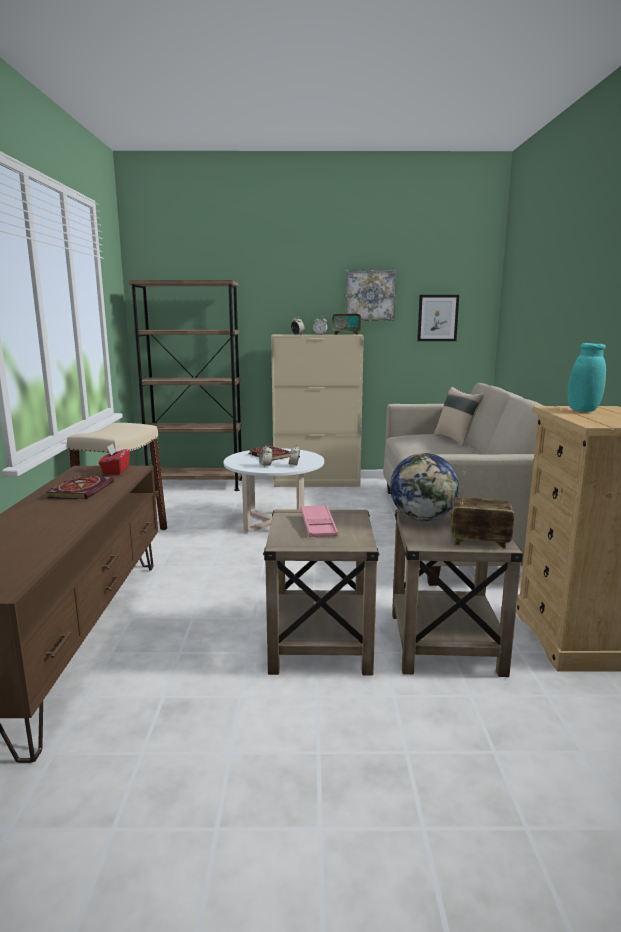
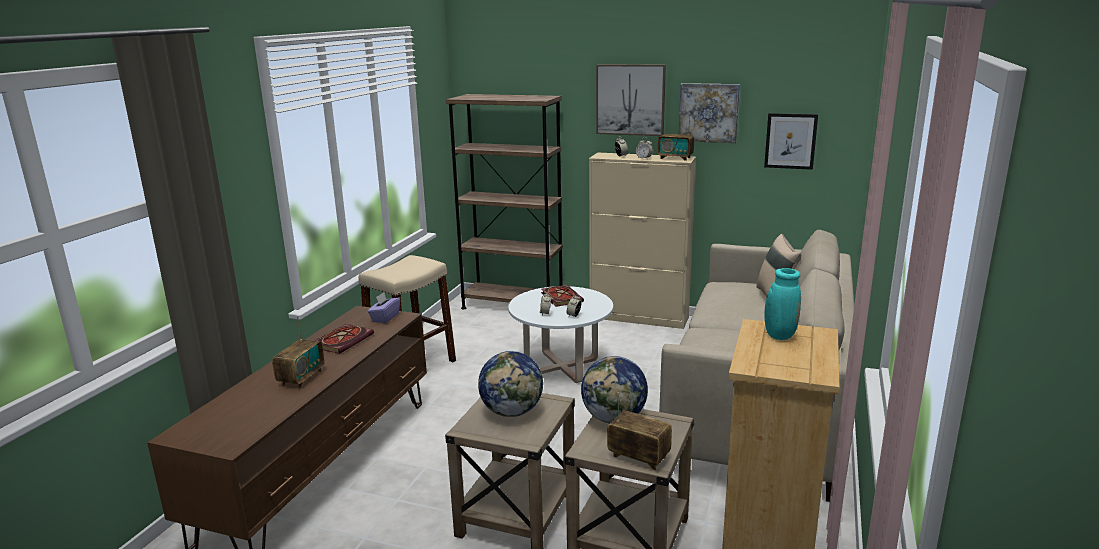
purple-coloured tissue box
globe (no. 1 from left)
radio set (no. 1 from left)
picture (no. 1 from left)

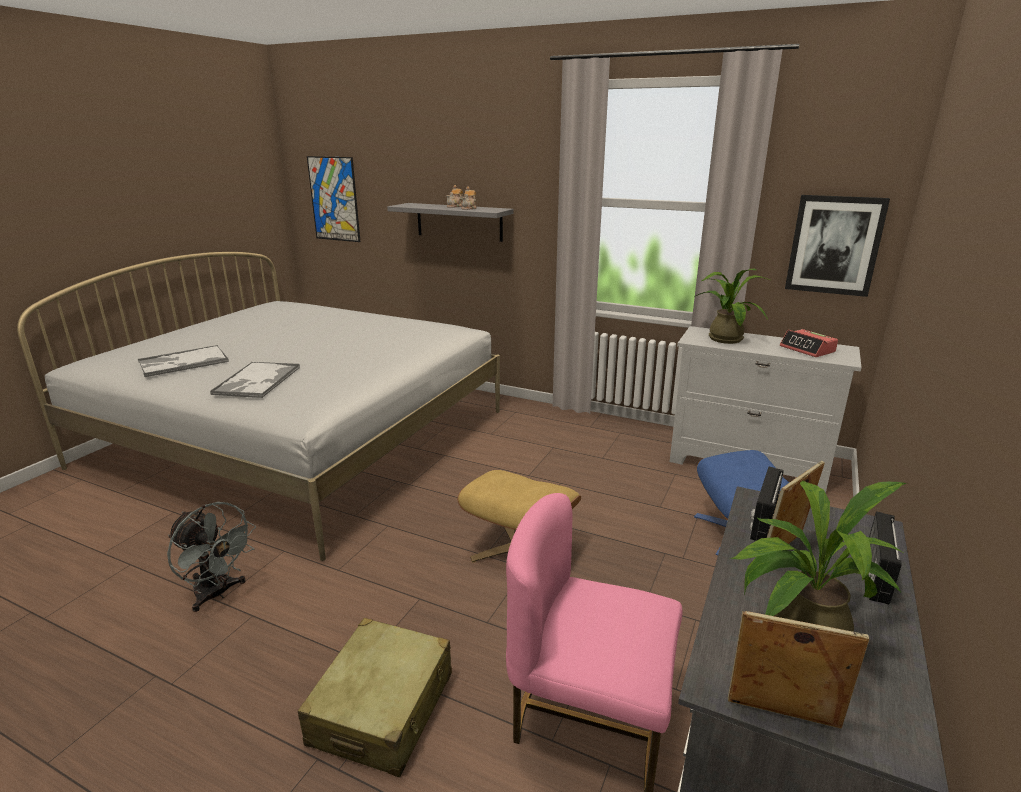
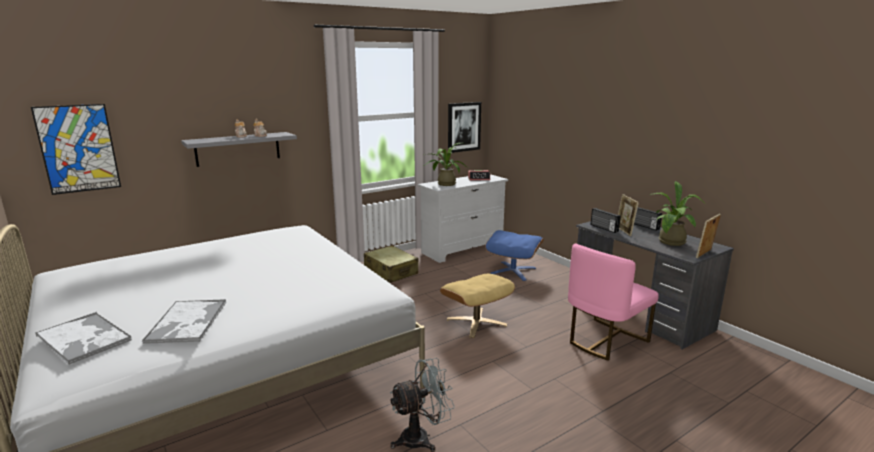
carrying tray (no. 1 from left)
beige-coloured piece of luggage

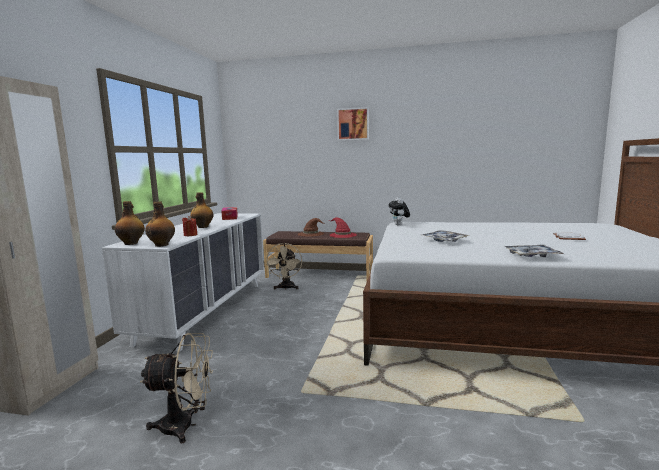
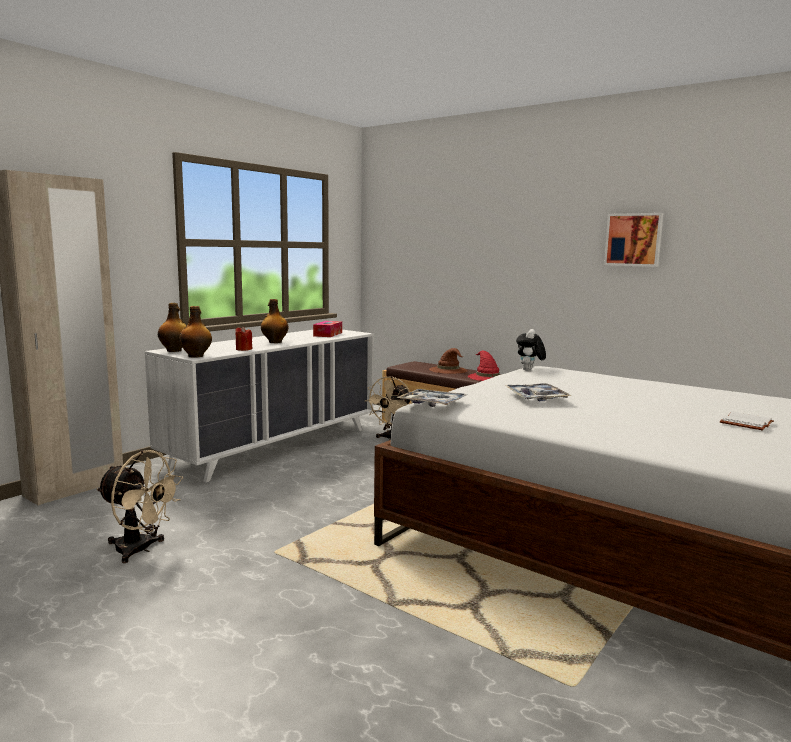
picture
carrying tray (no. 1 from left)

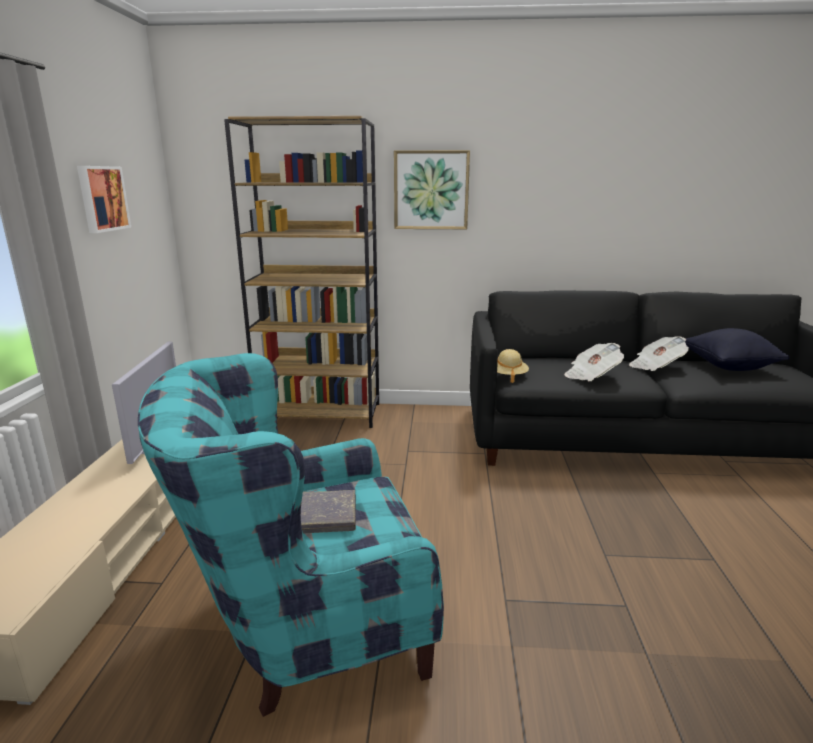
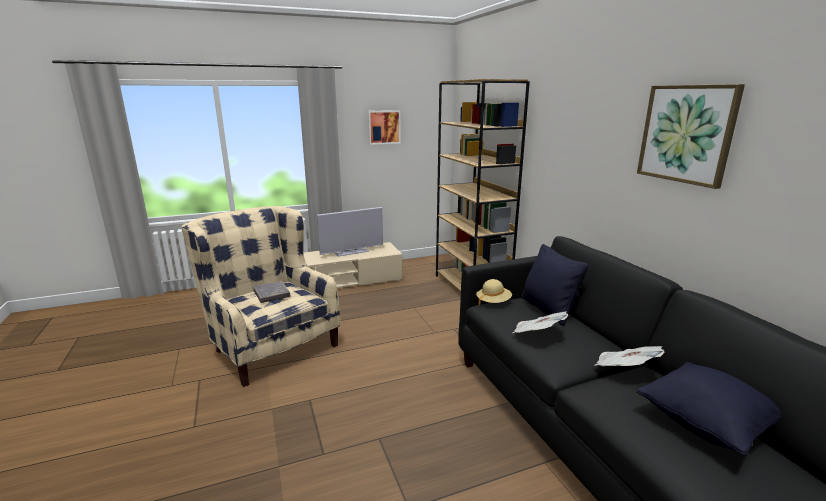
beige-coloured armchair
picture (no. 2 from left)
blackish pillow (no. 1 from left)

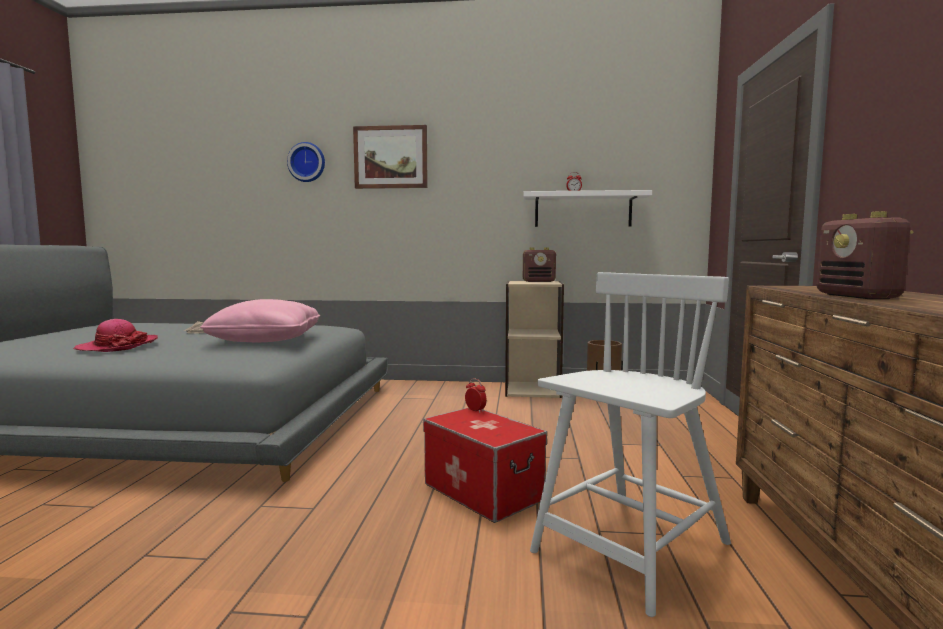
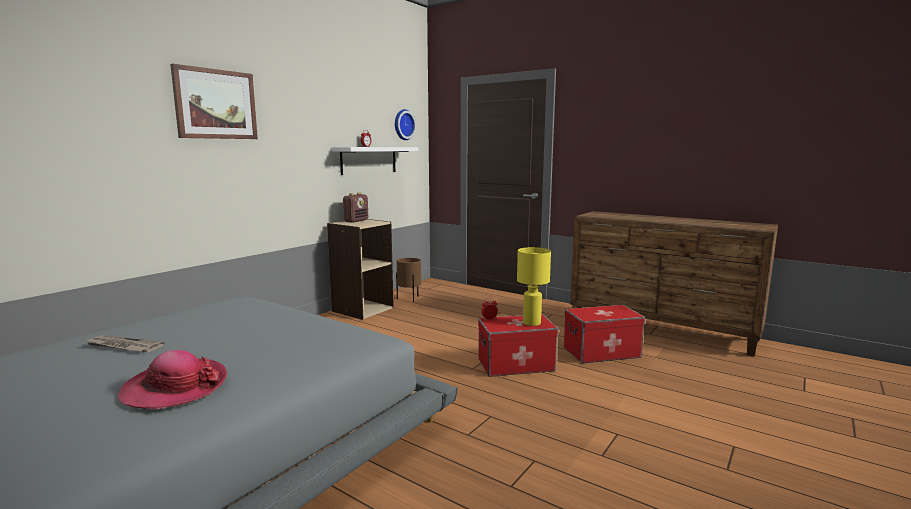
pink pillow
hanging clock
storage box (no. 2 from left)
radio set (no. 2 from left in the first image)
yellowish tabletop lamp

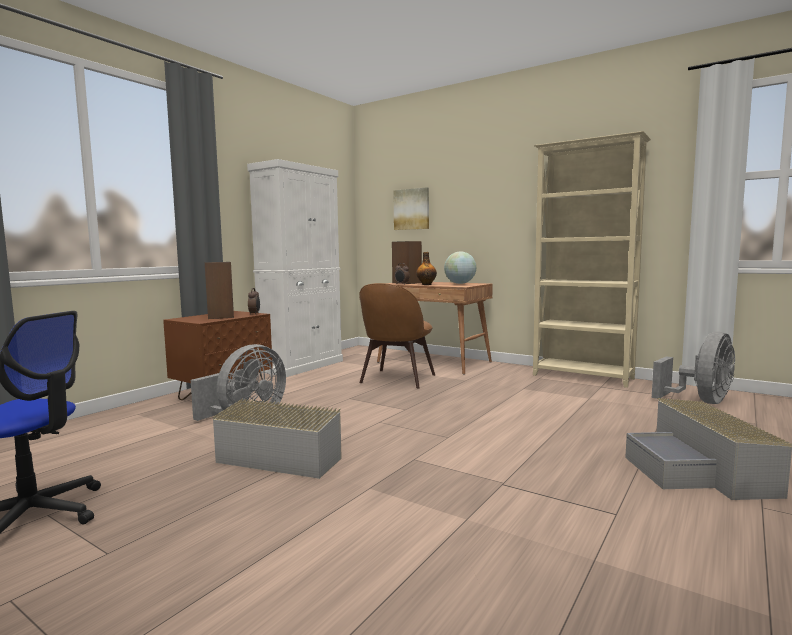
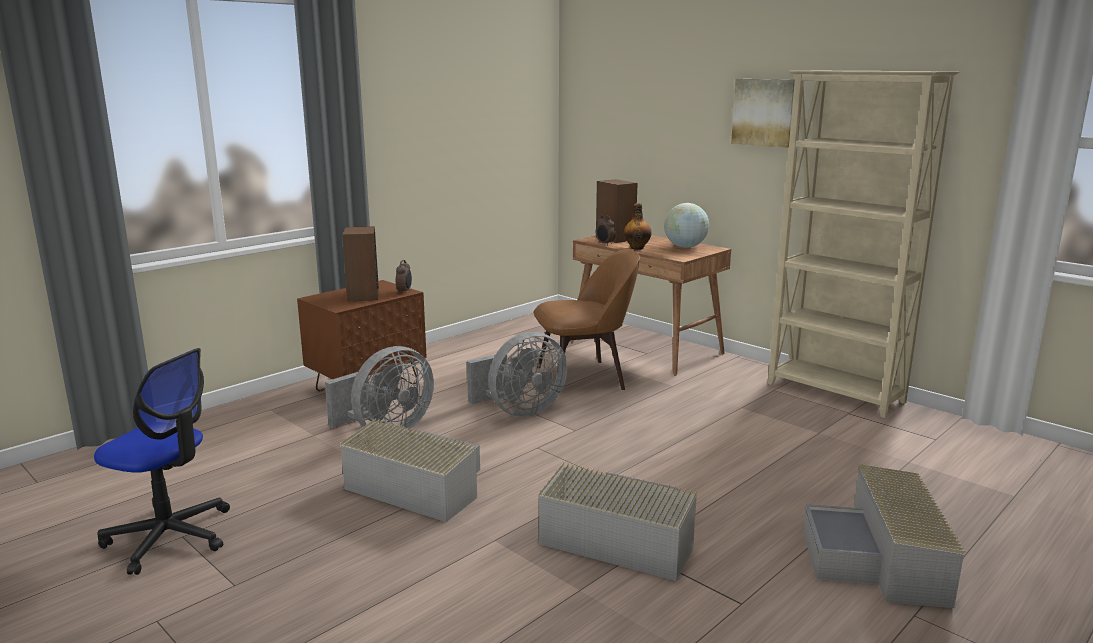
whitish cupboard
brown upright chair
picture
gray cooling fan (no. 2 from left)
gray storage box (no. 2 from left)

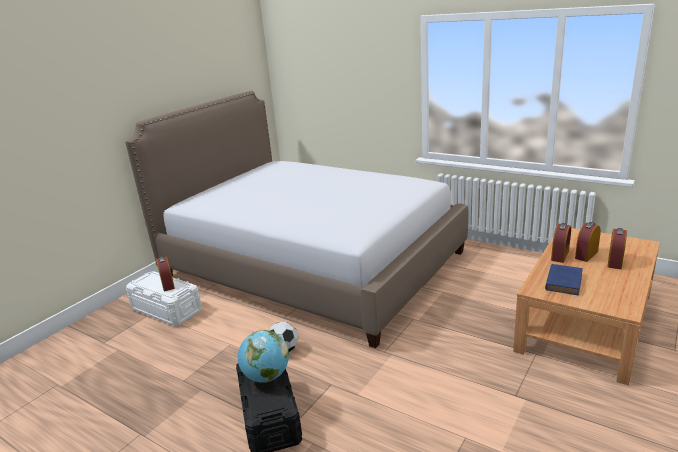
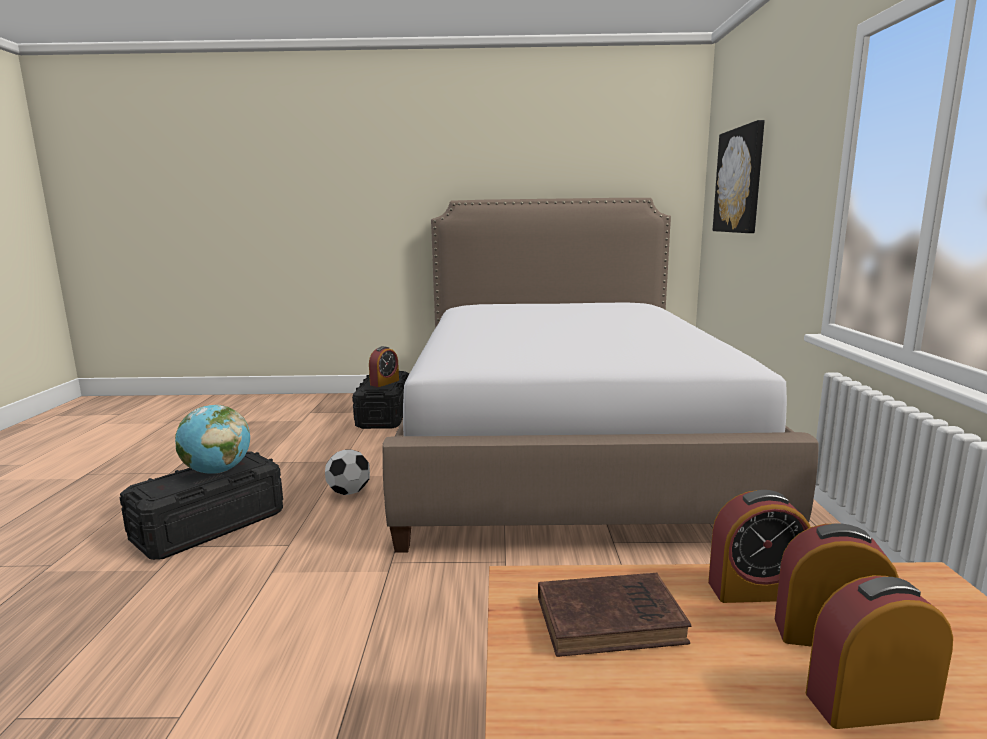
blackish storage box (no. 2 from left)
brown book
picture

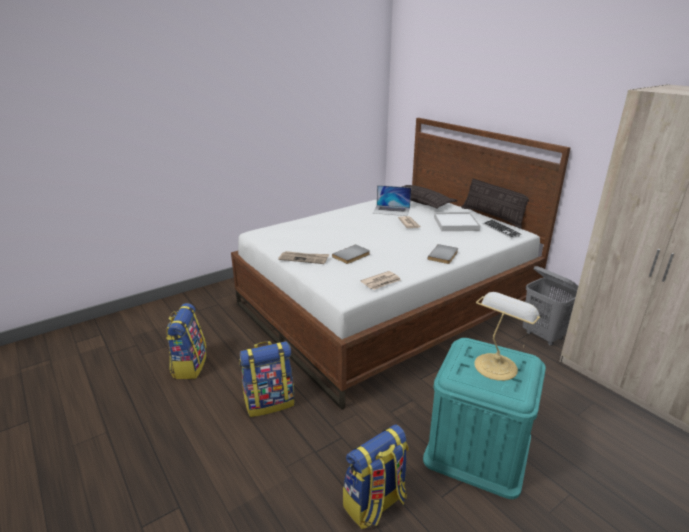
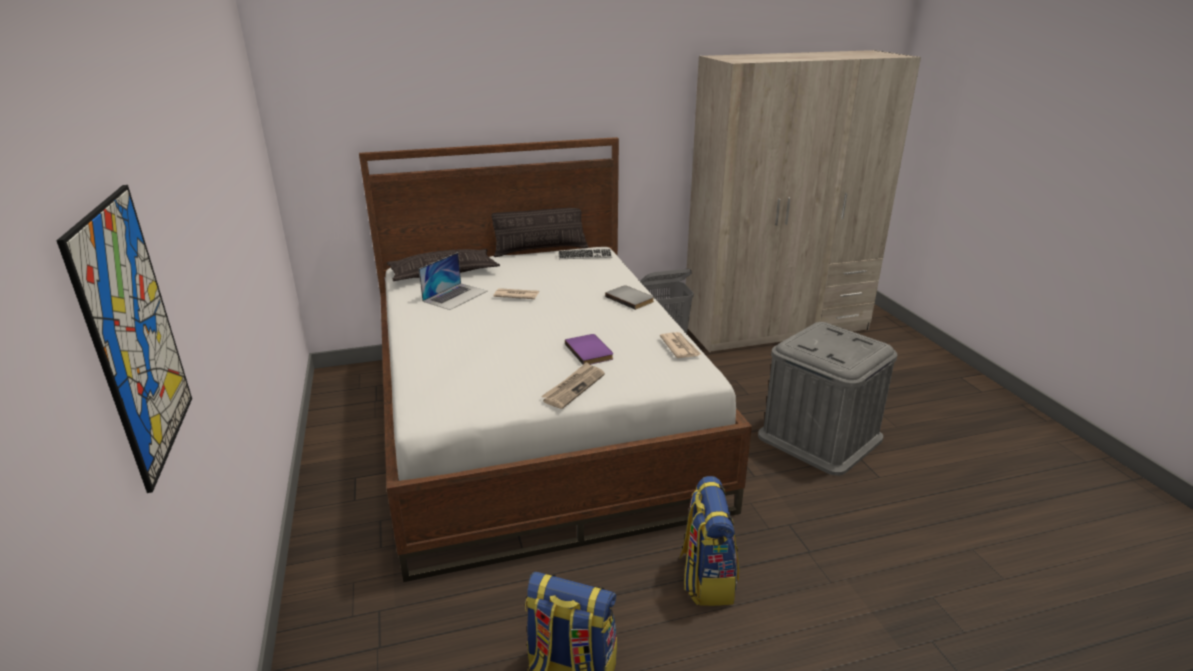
purple-coloured book
rucksack (no. 3 from left in the first image)
gray storage box
whitish carrying tray
tabletop lamp
picture

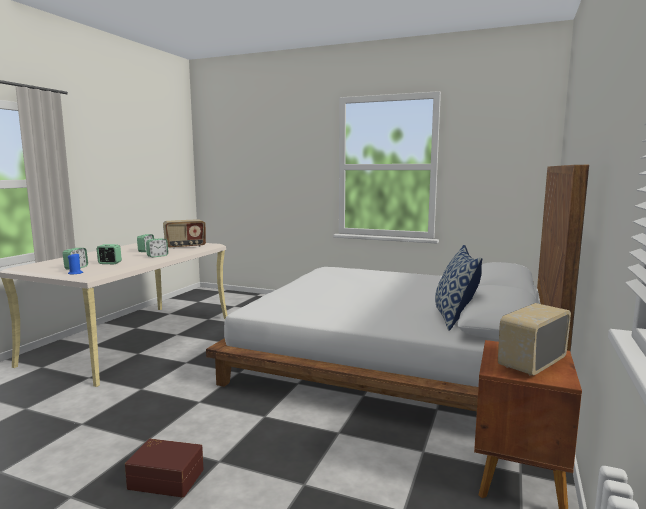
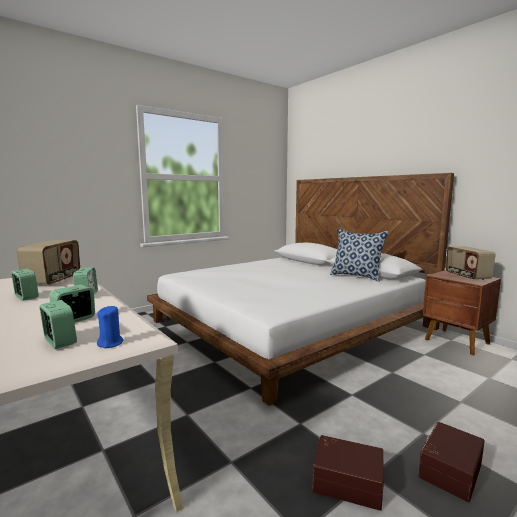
brown storage box (no. 1 from left)

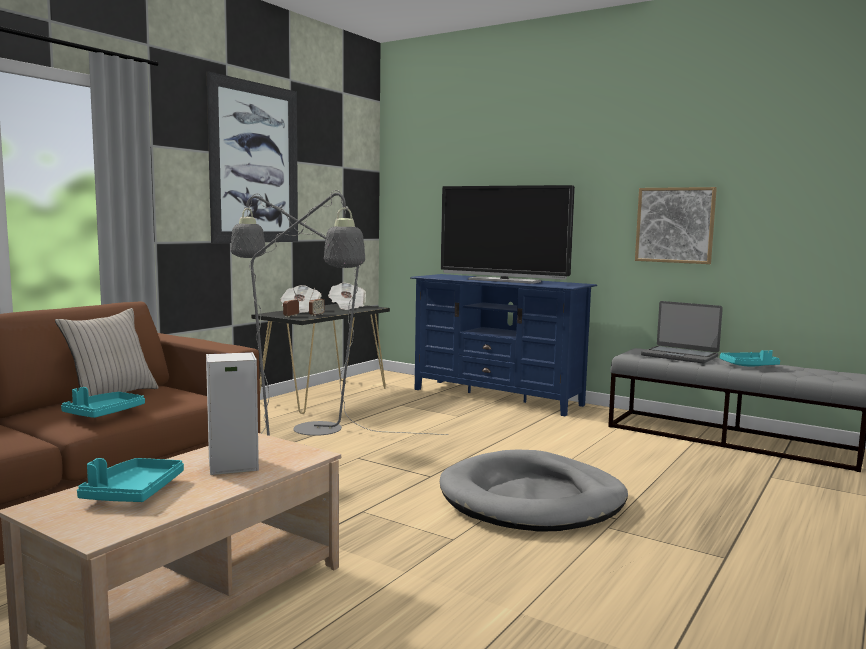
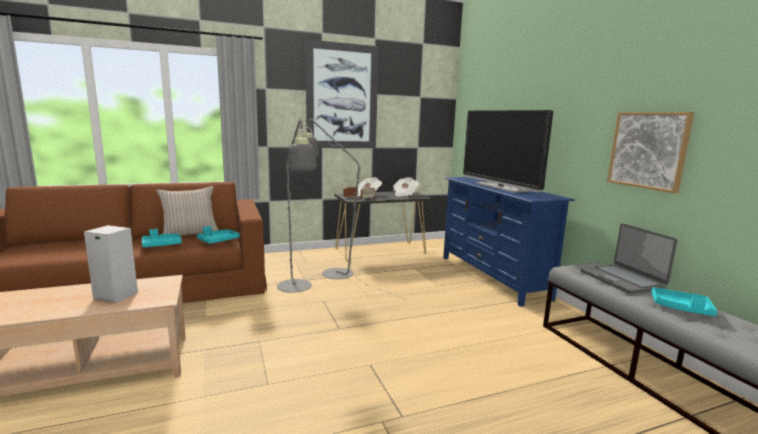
blue-green carrying tray (no. 2 from left)
gray pet bed

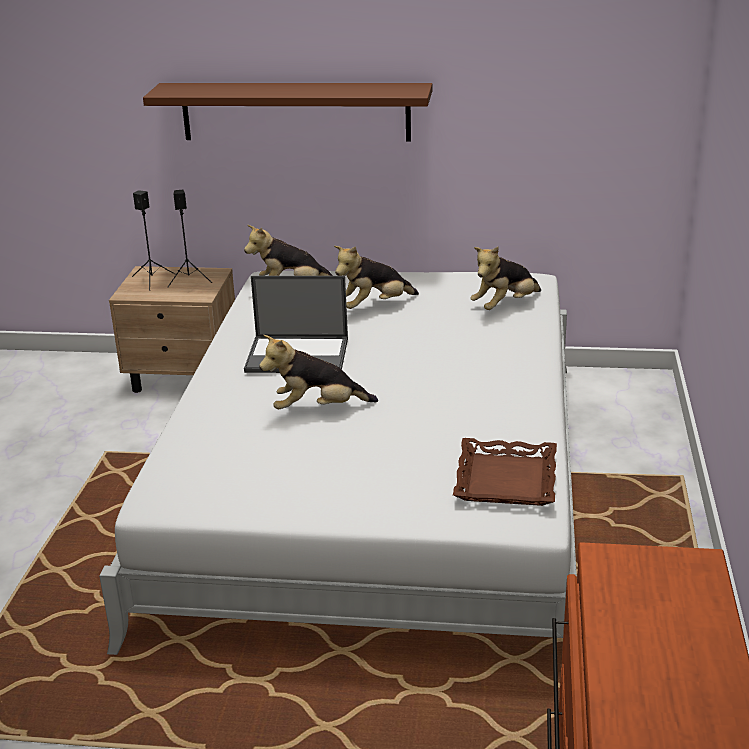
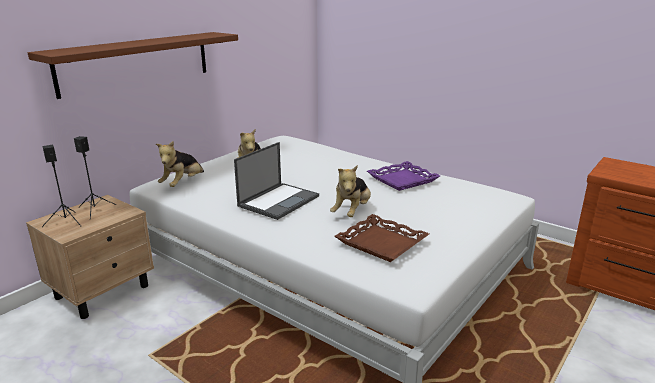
brown carrying tray
cuddly toy (no. 4 from left in the first image)
purple-coloured carrying tray

